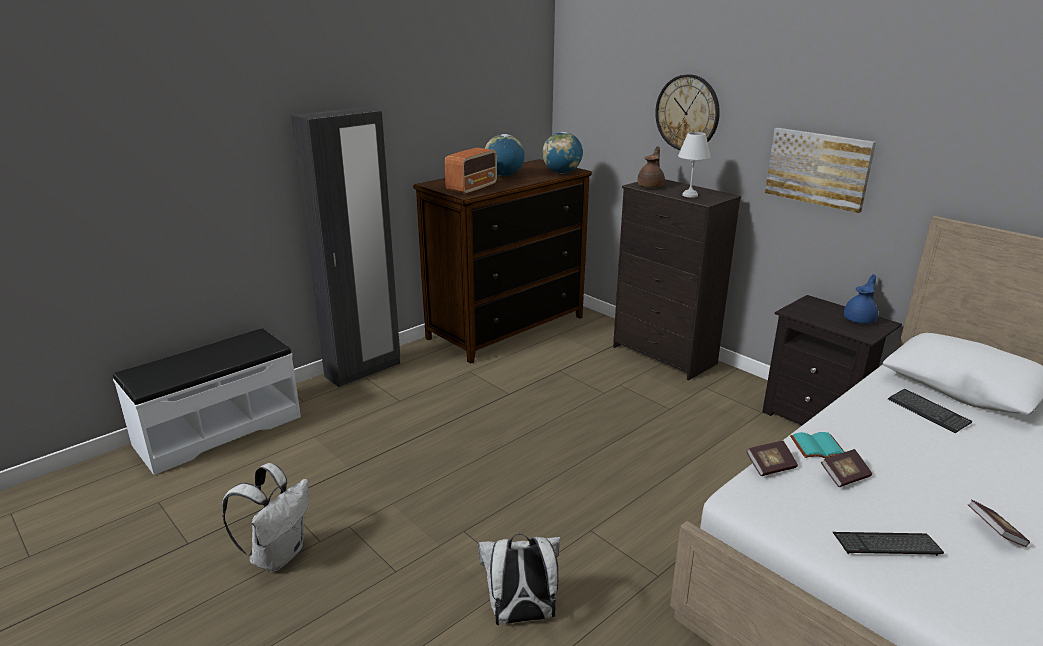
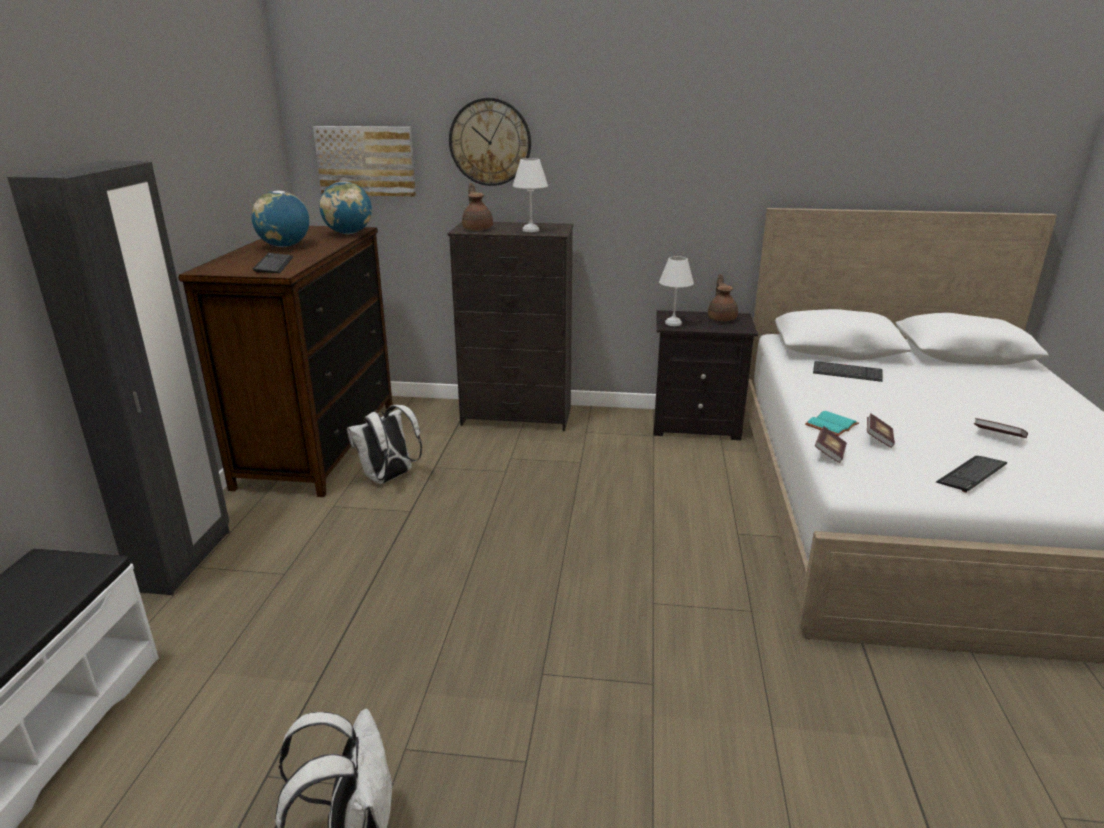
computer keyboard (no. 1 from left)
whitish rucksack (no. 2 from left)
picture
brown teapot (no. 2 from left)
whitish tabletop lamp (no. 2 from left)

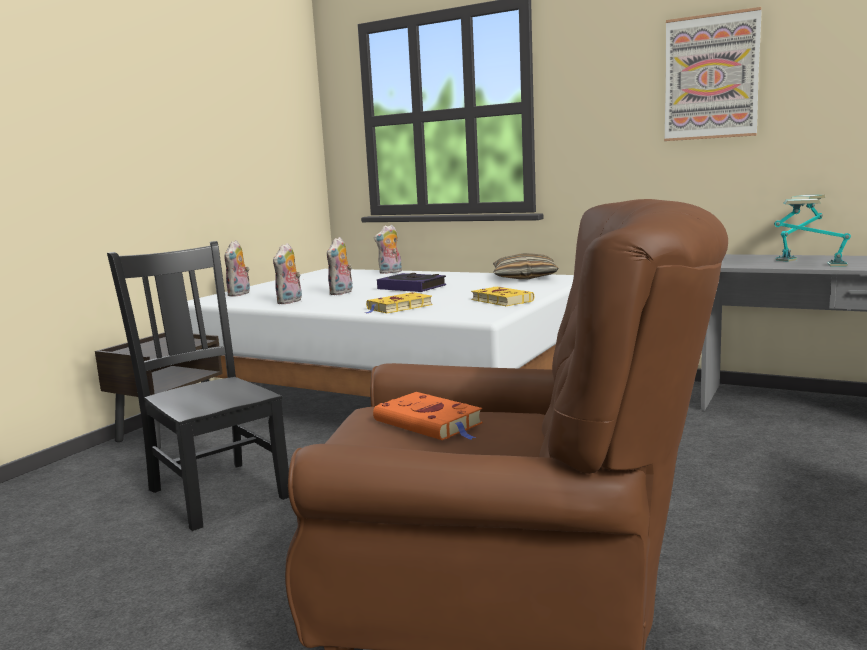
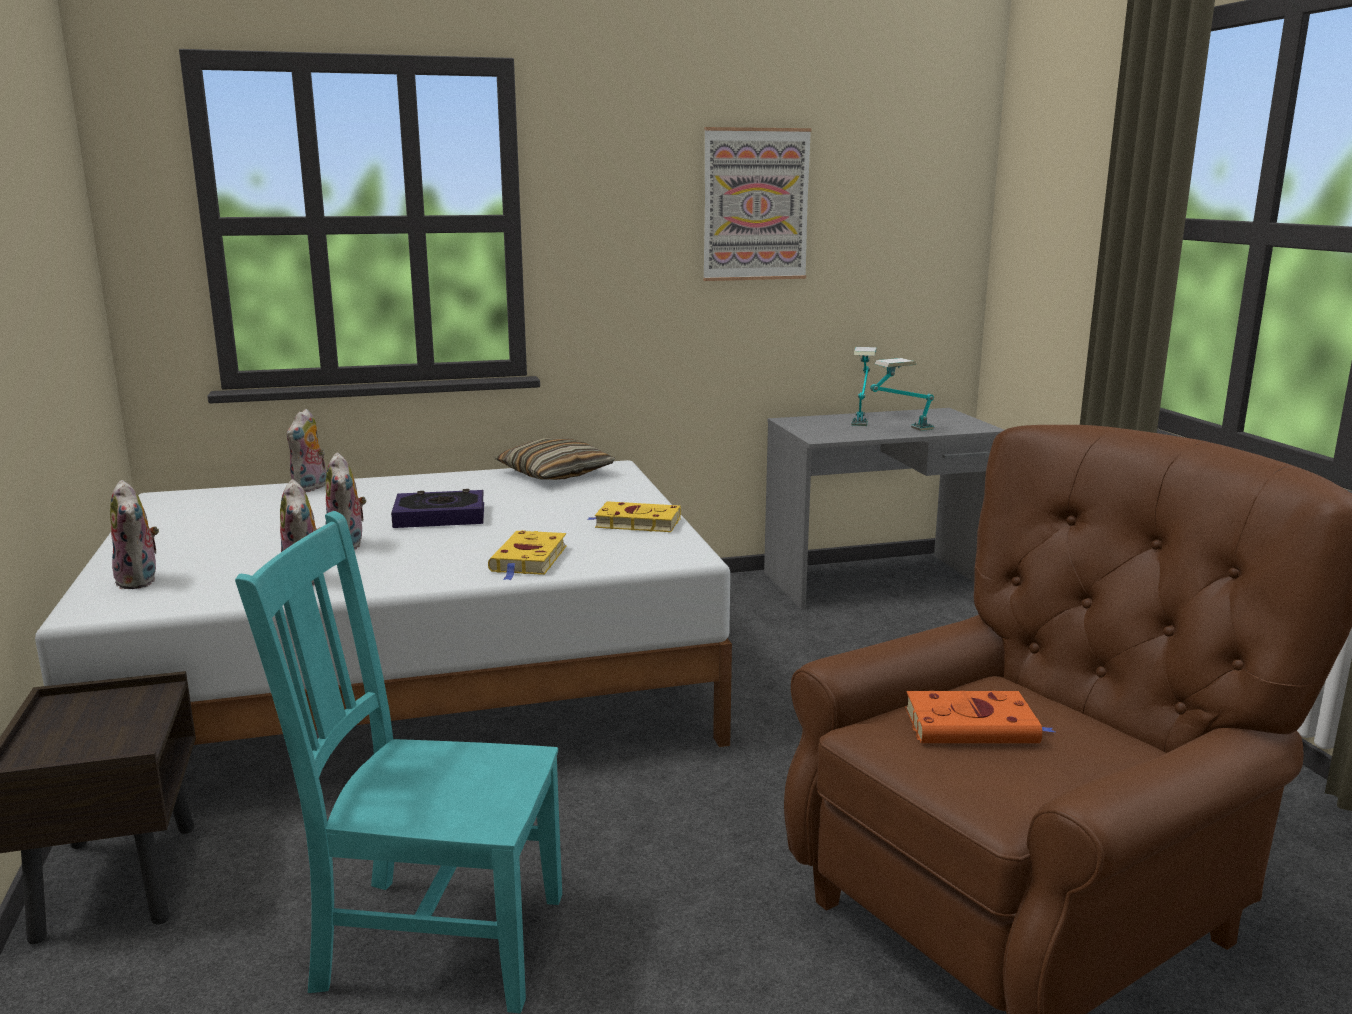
blue-green upright chair

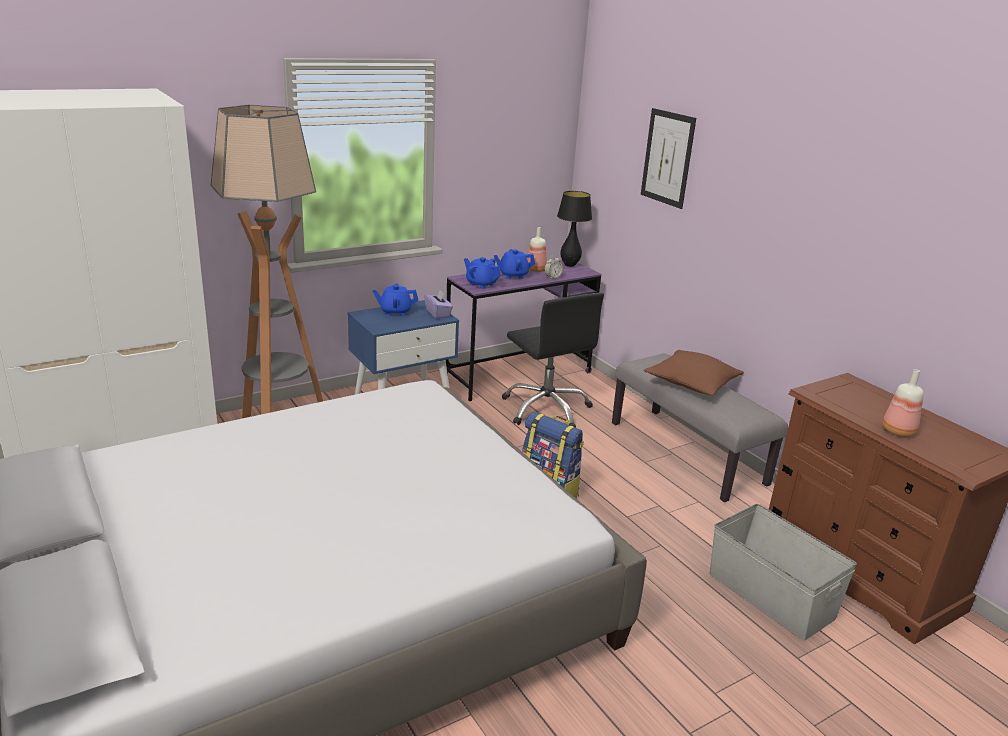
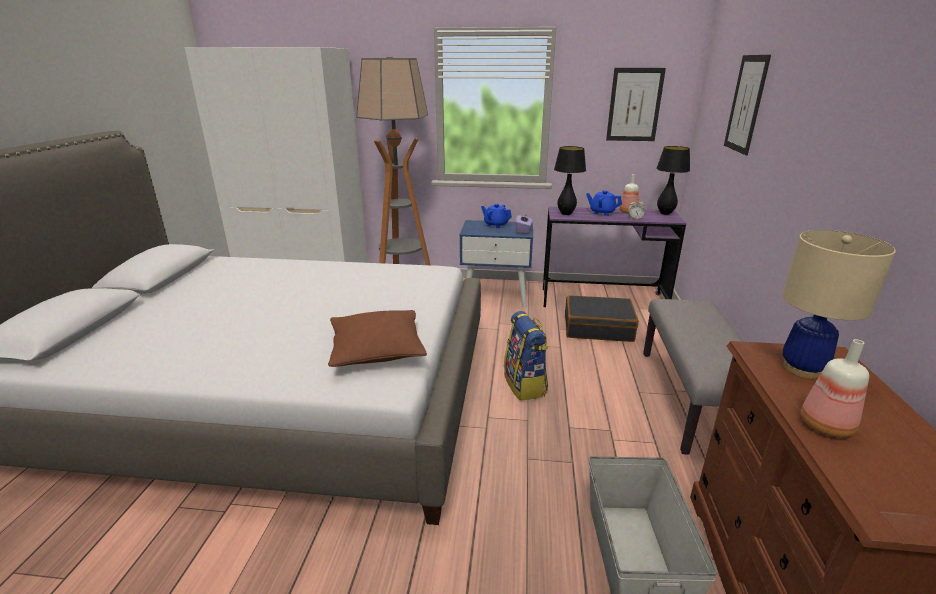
blackish tabletop lamp (no. 1 from left)
blackish piece of luggage
brown pillow
picture (no. 1 from left)
beige-coloured tabletop lamp

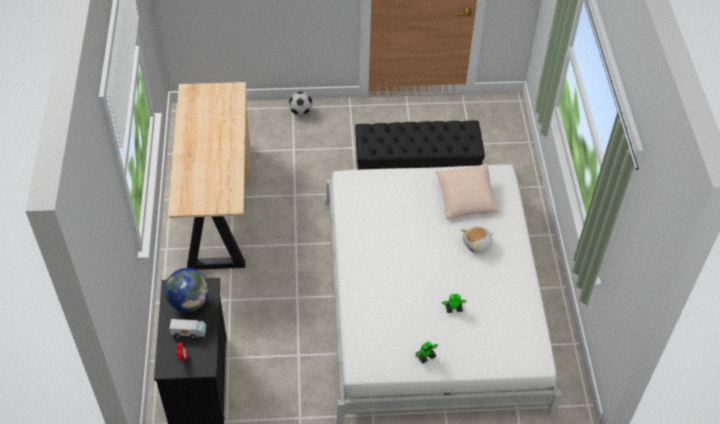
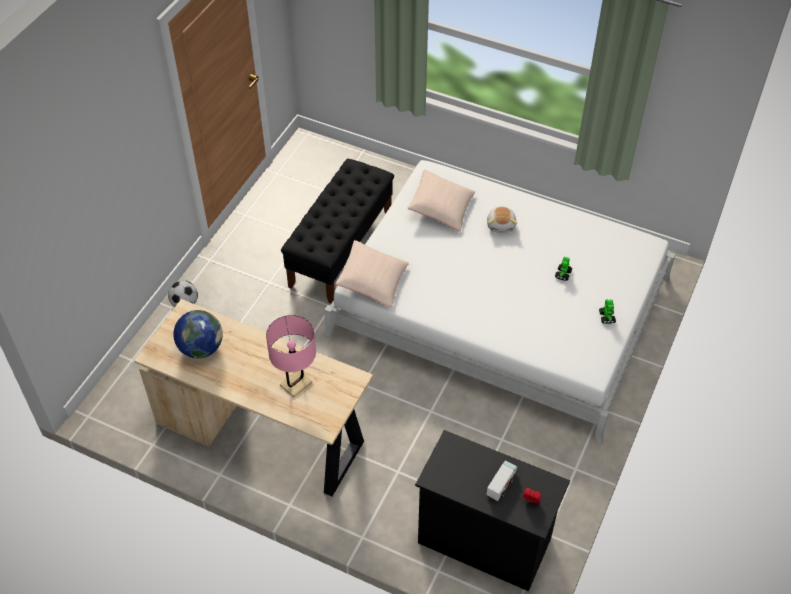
globe
pink tabletop lamp
beige-coloured pillow (no. 1 from left)

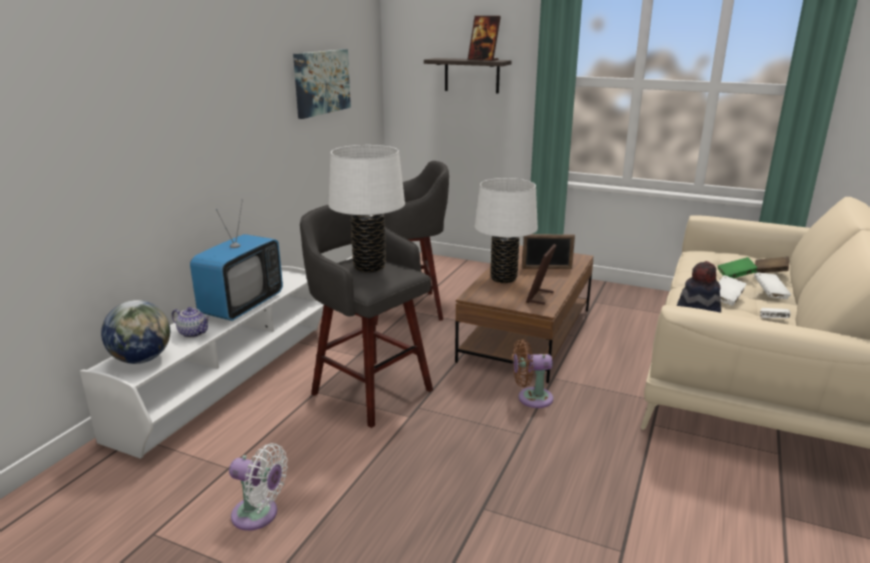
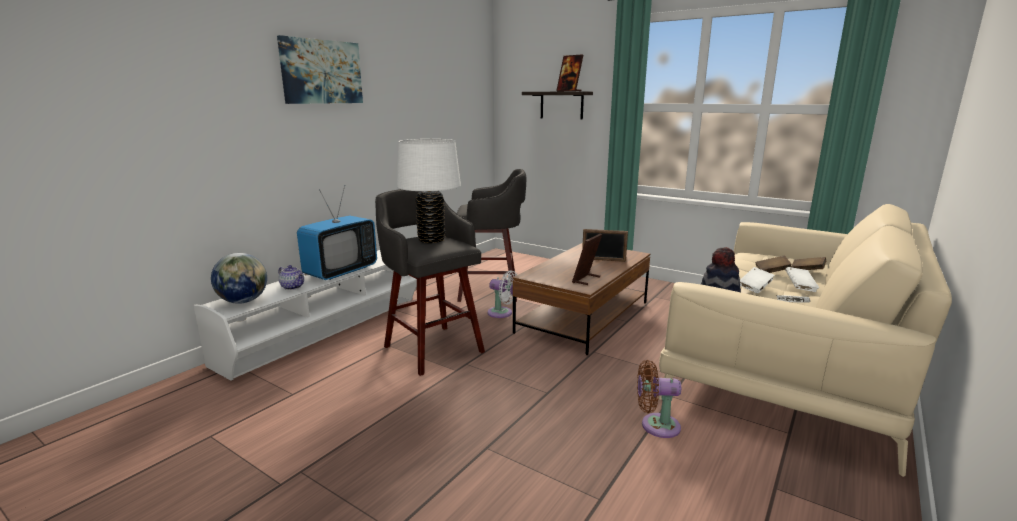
whitish cooling fan
picture
whitish tabletop lamp (no. 2 from left in the first image)
brown cooling fan
brown book (no. 1 from left)

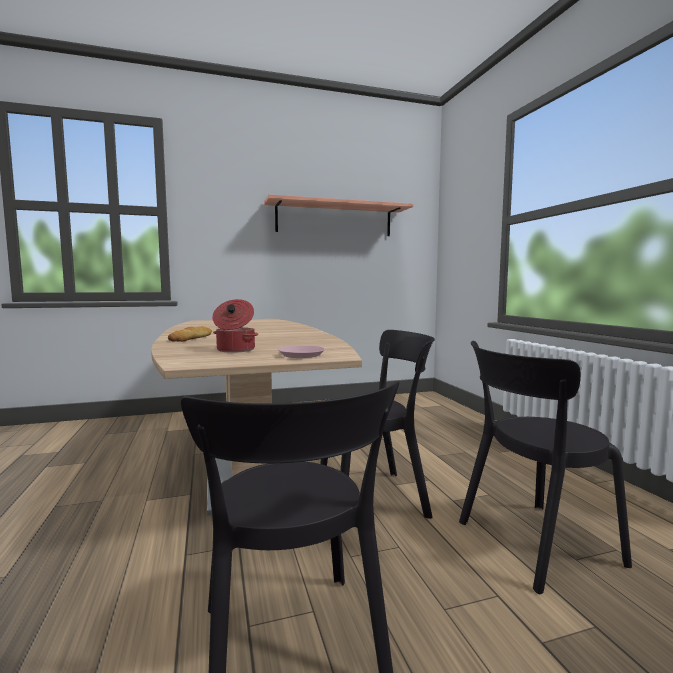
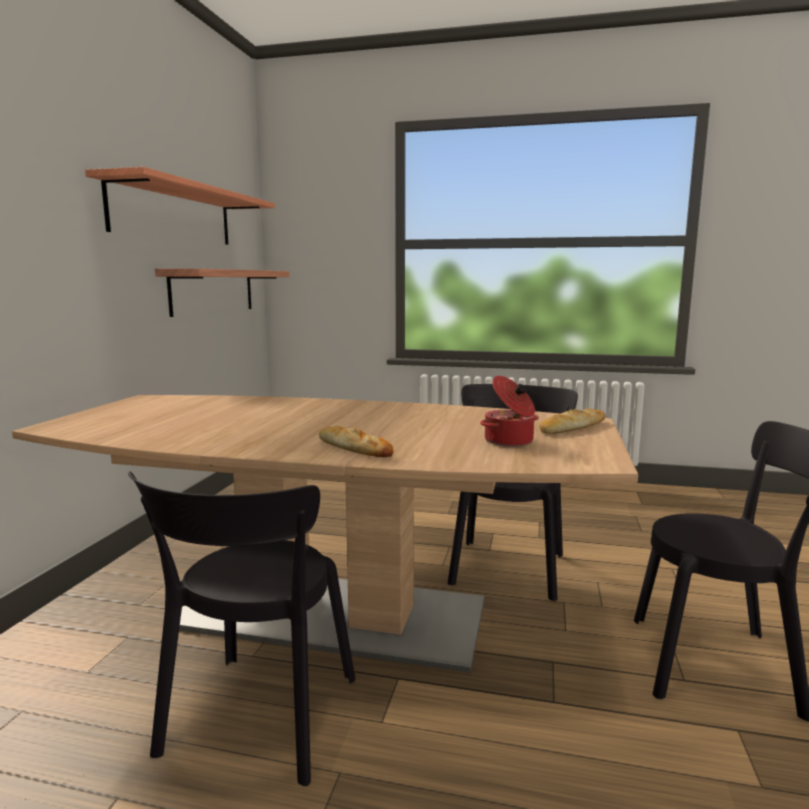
bread (no. 2 from left)
blackish upright chair (no. 1 from left)
wall shelf (no. 2 from left)

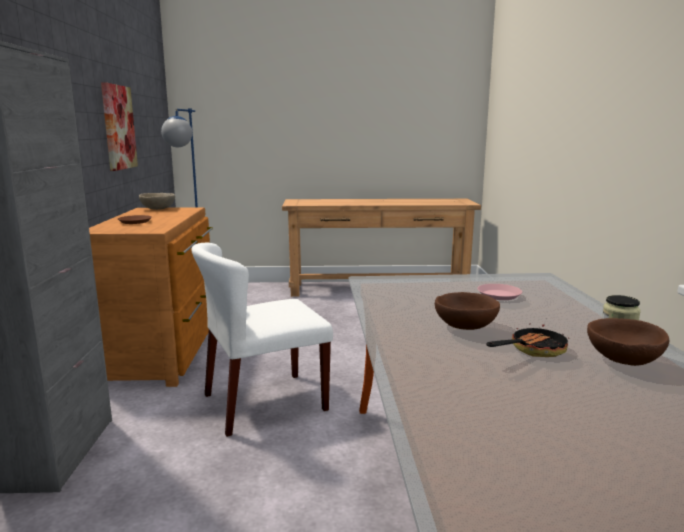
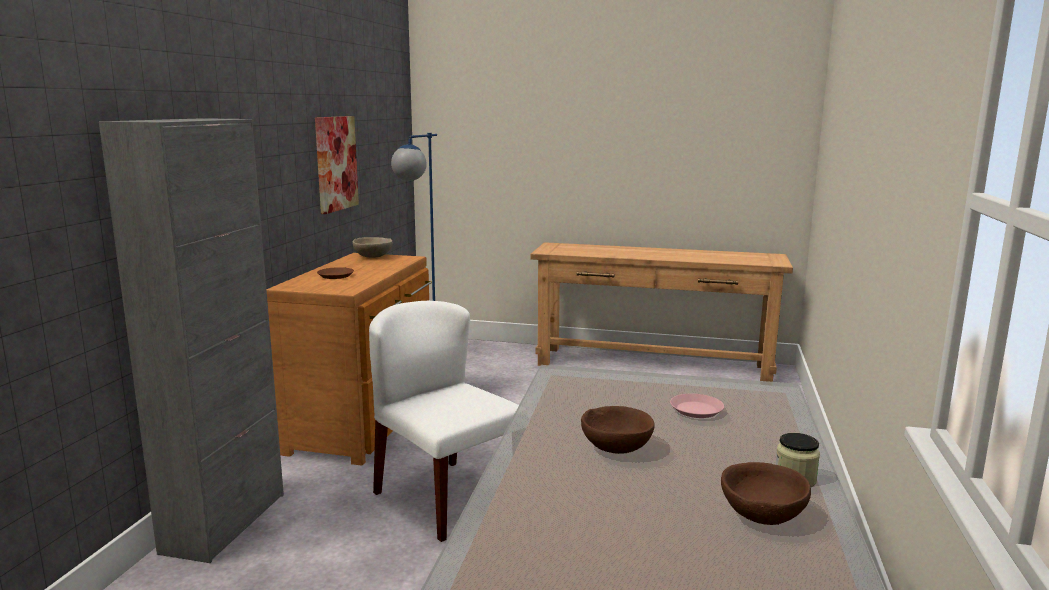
whitish upright chair
skillet

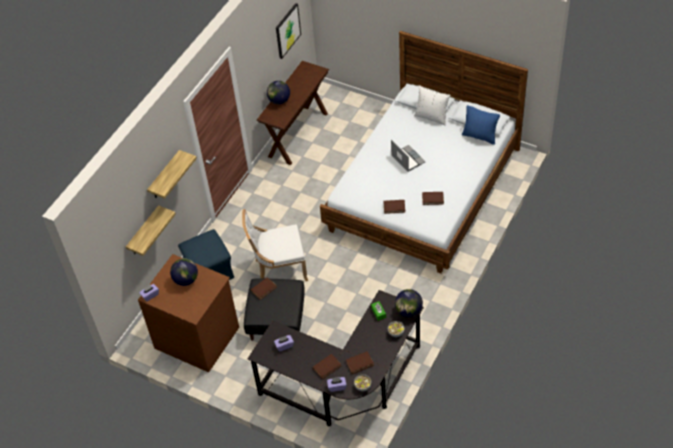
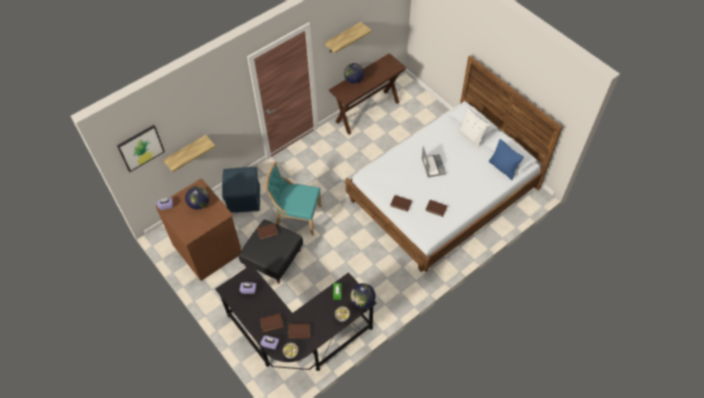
wall shelf (no. 2 from left)
blue-green upright chair
picture

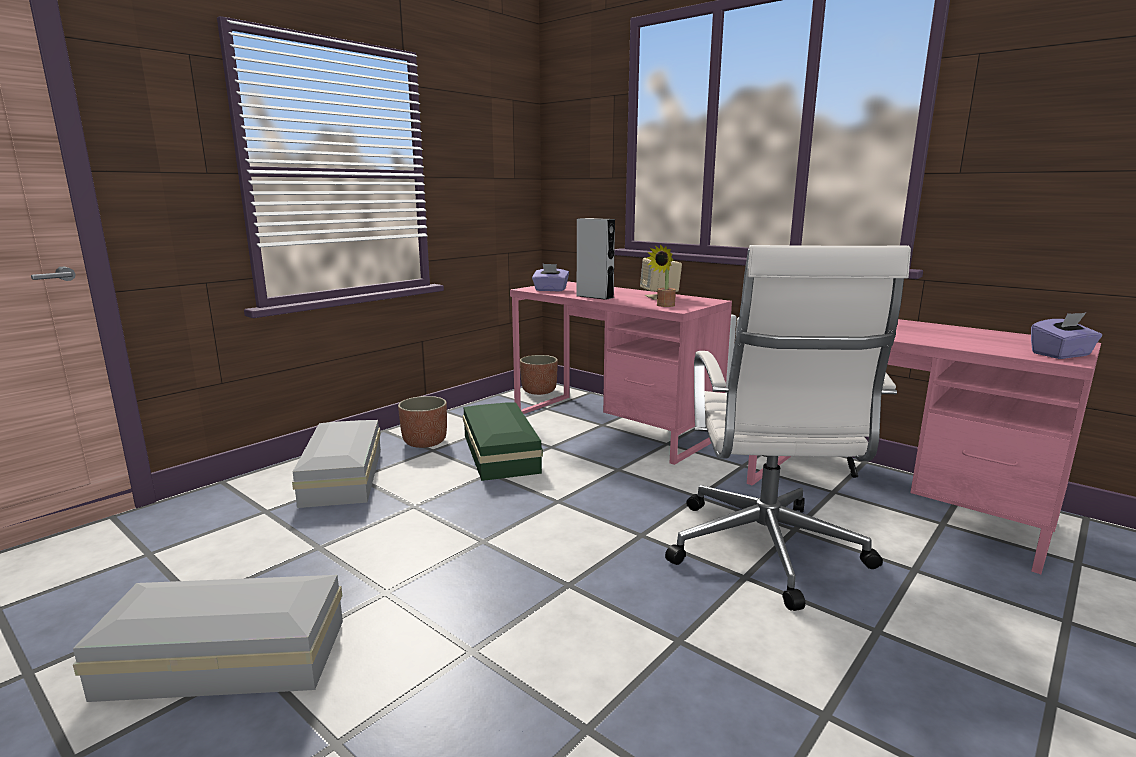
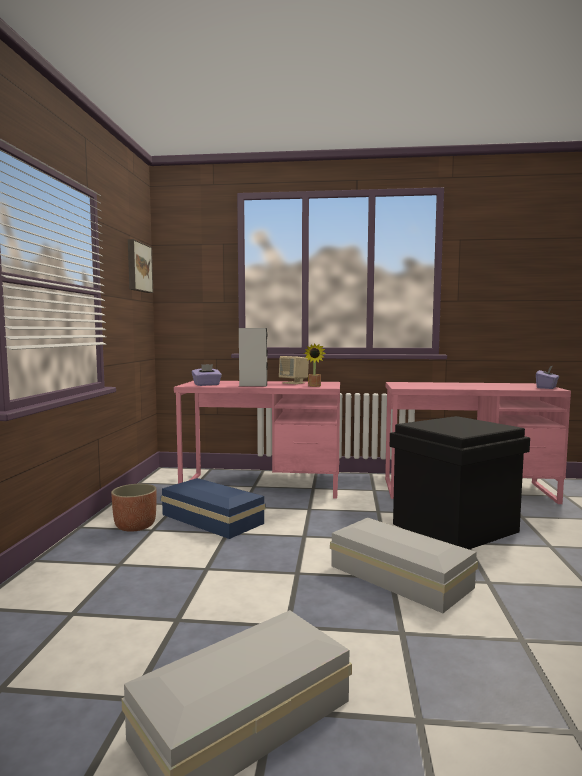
whitish storage box (no. 2 from left)
blue storage box
plant pot (no. 2 from left in the first image)
blackish storage box
picture

